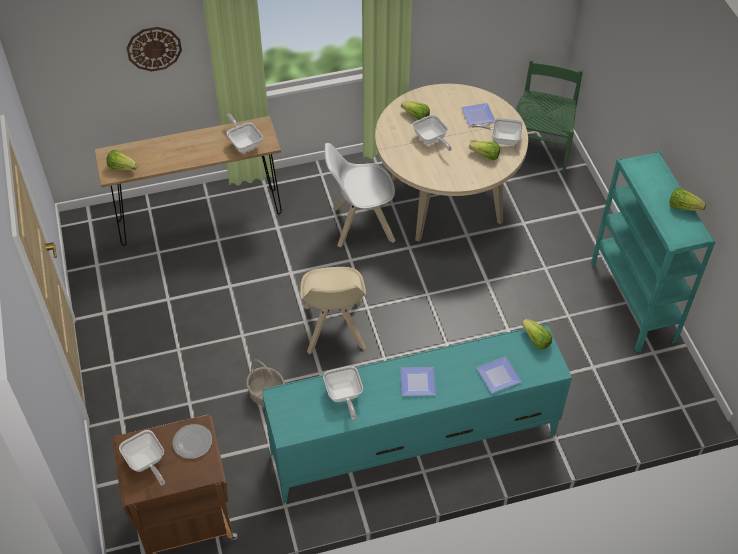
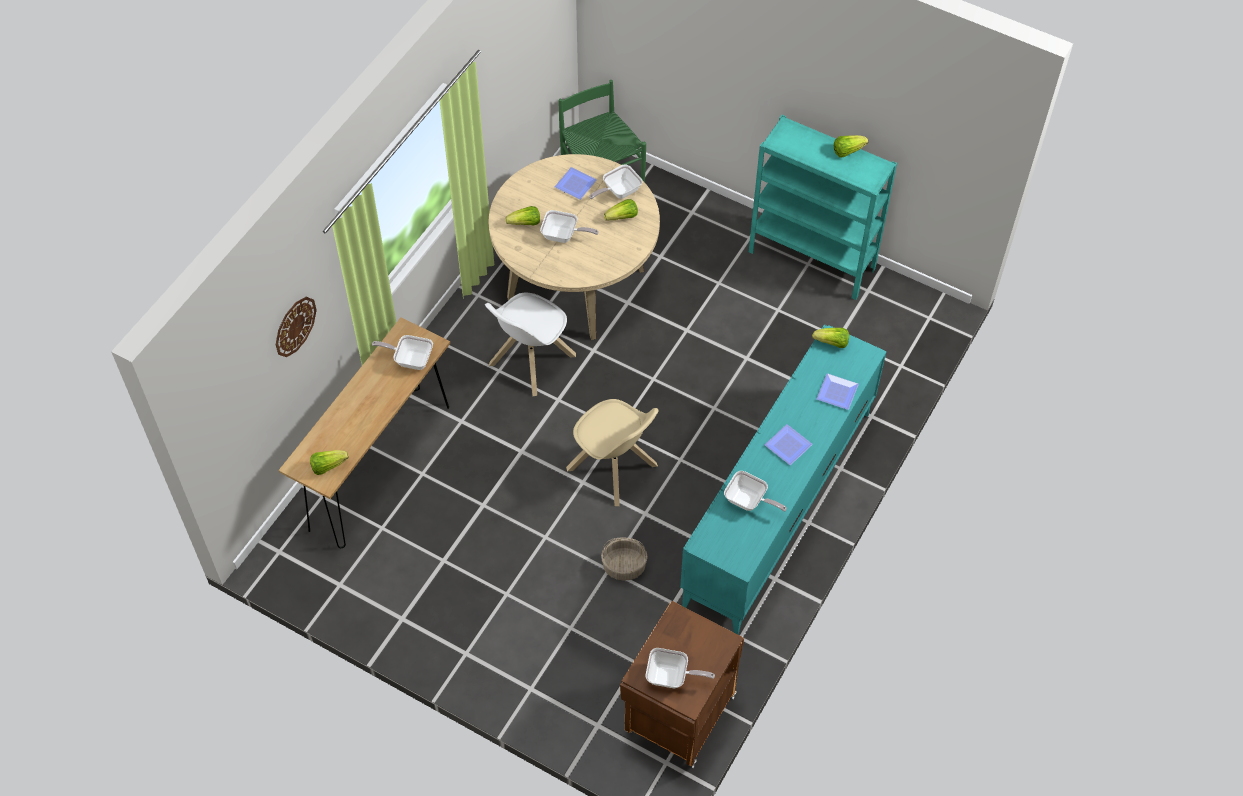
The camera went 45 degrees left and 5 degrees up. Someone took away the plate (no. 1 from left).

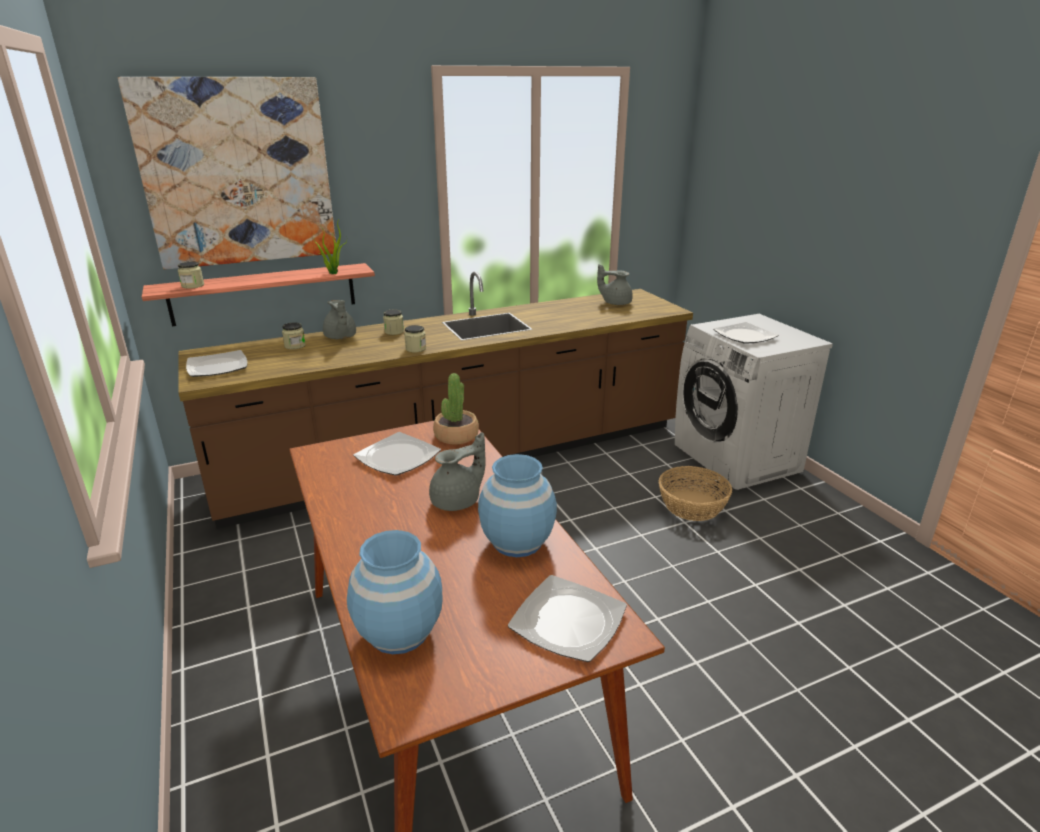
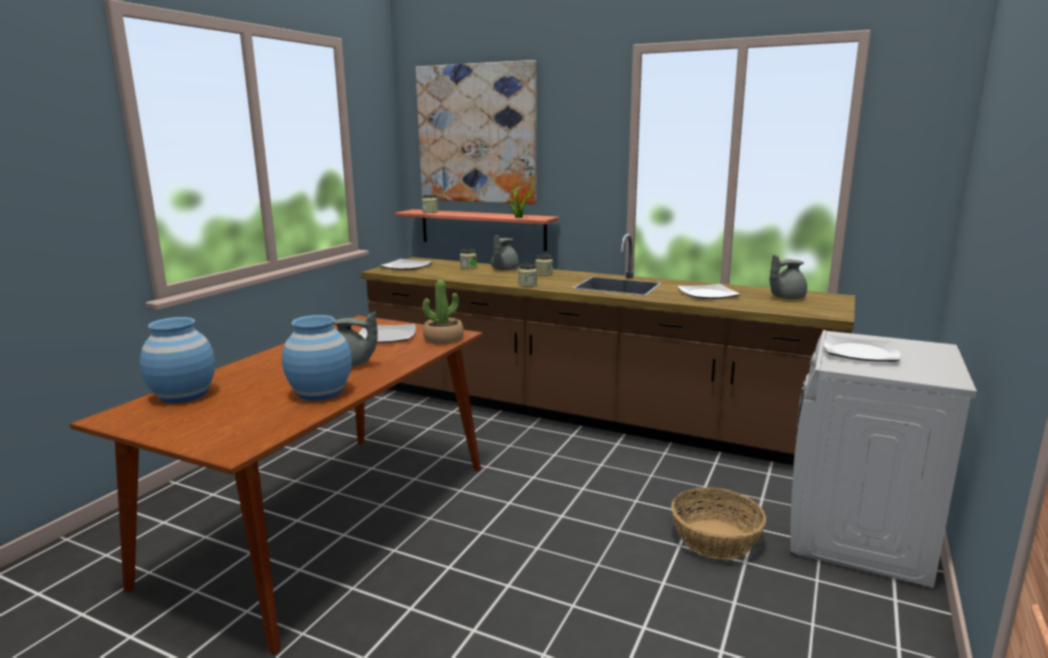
The camera went 50 degrees right and 10 degrees down. Someone carried the plate (no. 3 from left). Someone rotated the grey teapot (no. 3 from left) by 90 degrees counterclockwise.

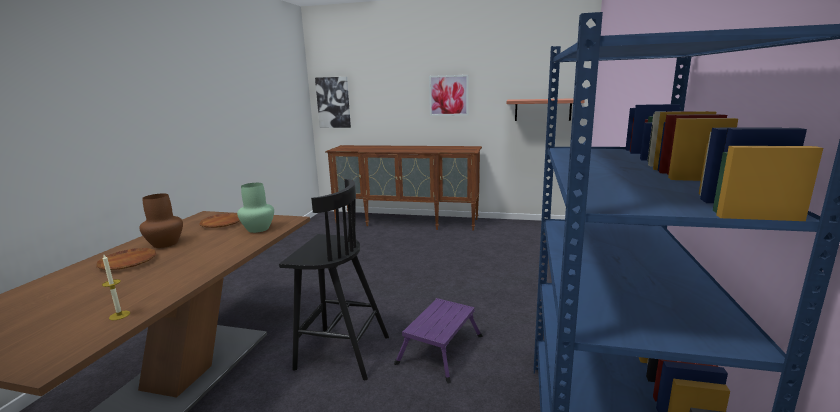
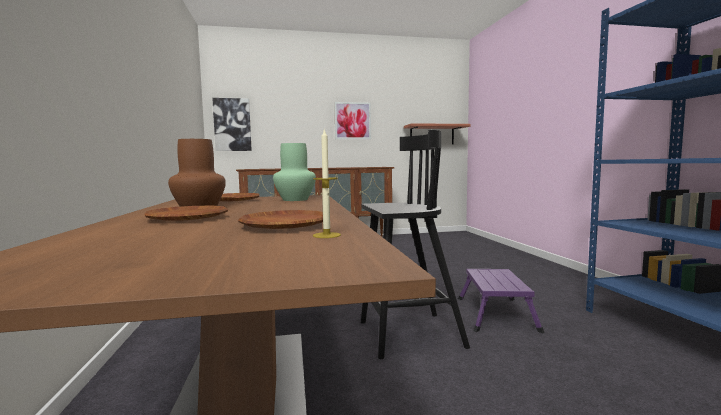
The camera went 25 degrees left and 10 degrees down. Someone put down the brown plate (no. 3 from left).

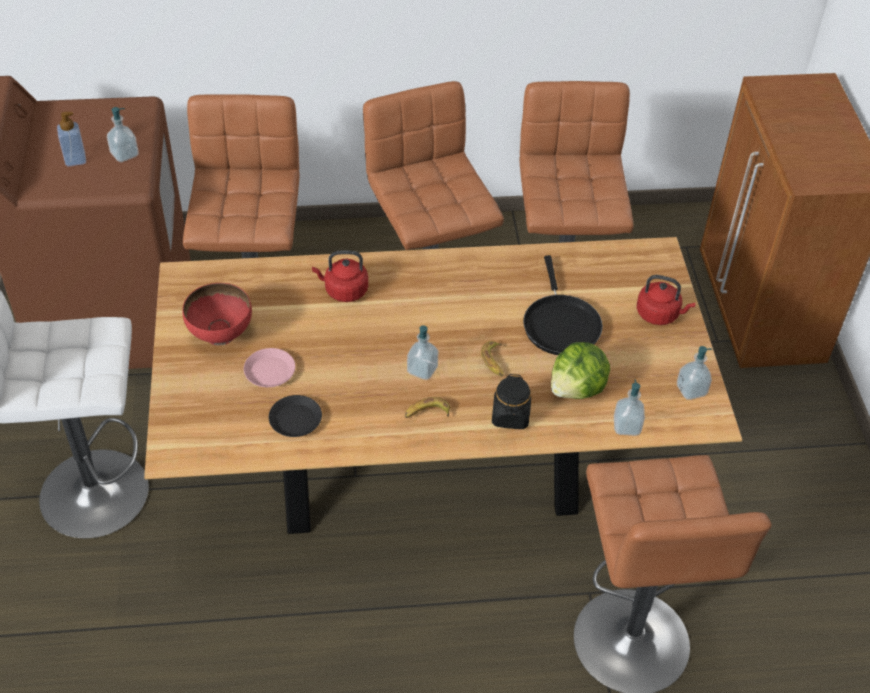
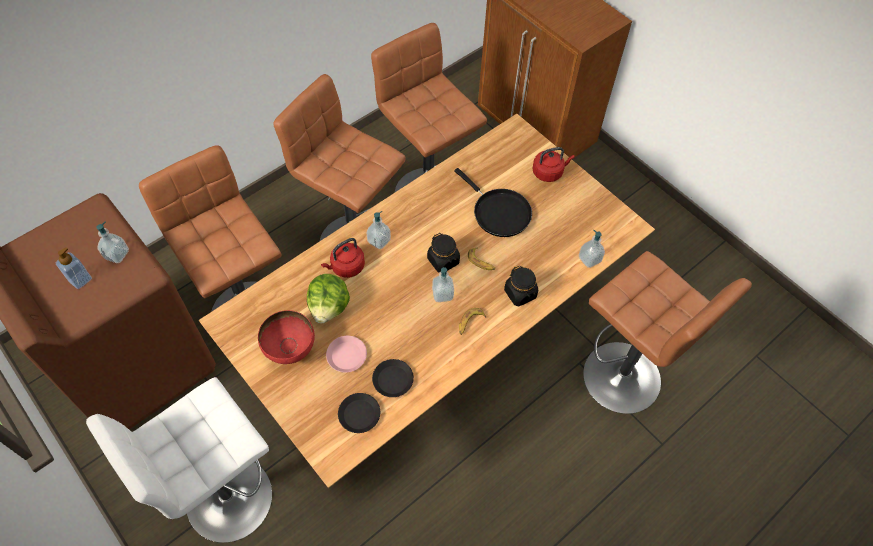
The camera went 35 degrees left and 10 degrees up. Someone put down the black plate (no. 1 from left). Someone put down the black jar (no. 1 from left). Someone carried the lettuce. Someone carried the soap dispenser (no. 5 from left in the first image).

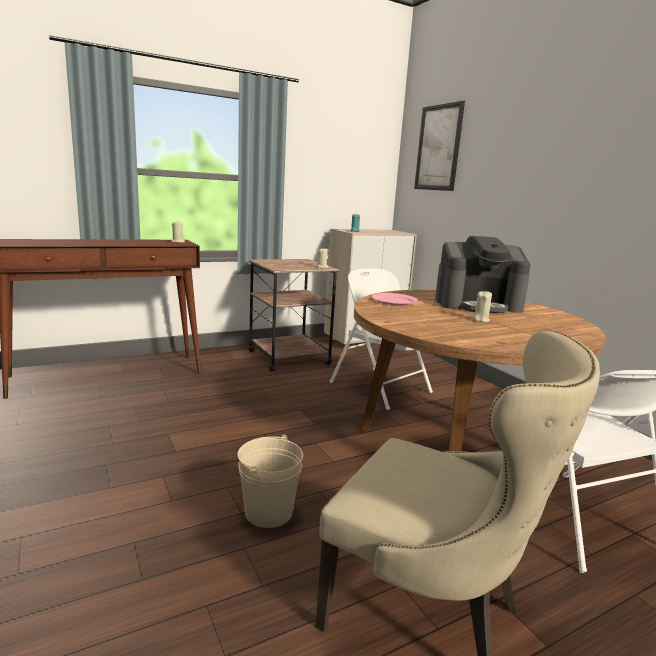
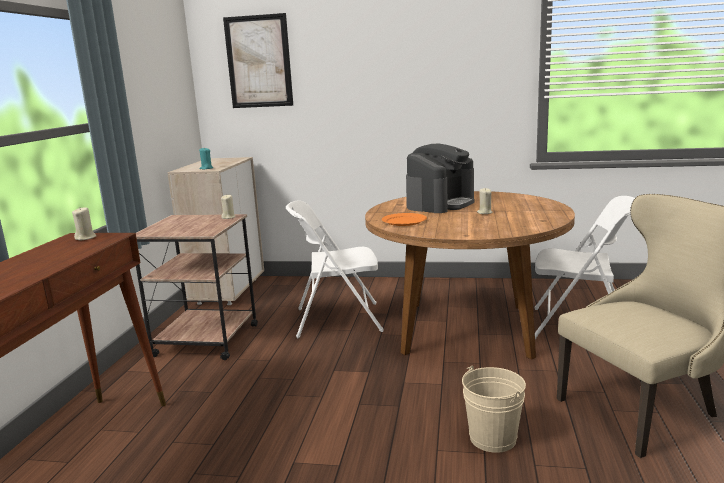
The camera went 50 degrees left and 0 degrees up. Someone repainted the pink plate, which became the orange plate.

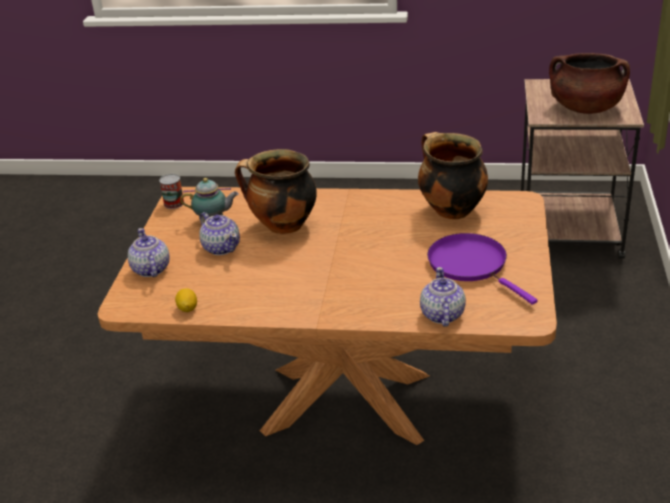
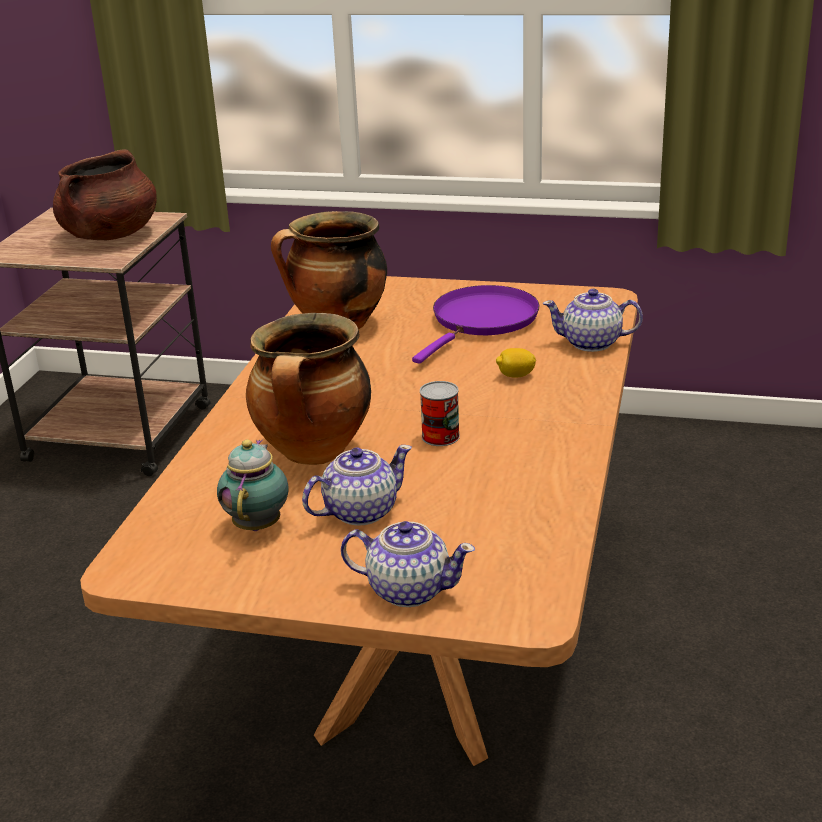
The camera went 85 degrees left and 5 degrees down. Someone carried the can. Someone carried the lemon. Someone rotated the teapot (no. 1 from left in the first image) by 150 degrees counterclockwise. Someone rotated the purple frying pan by 150 degrees clockwise.

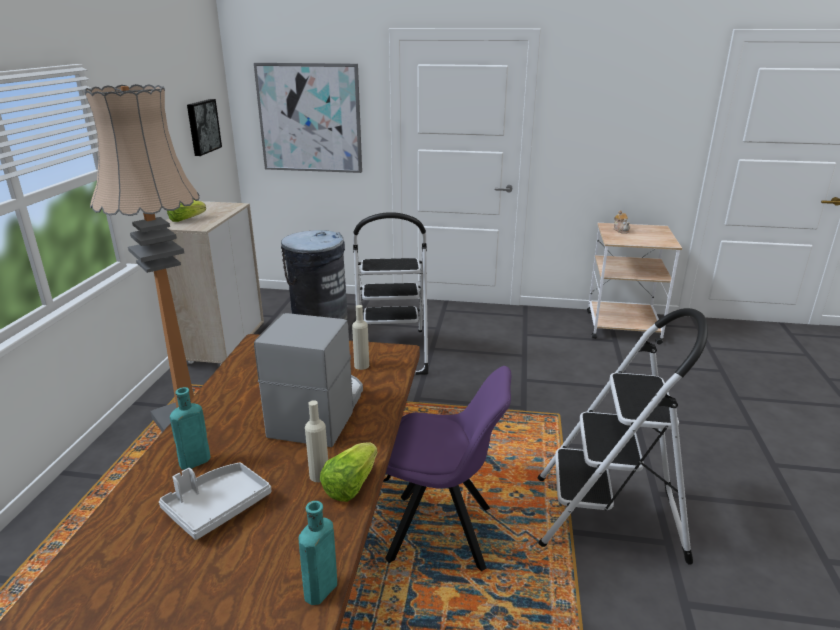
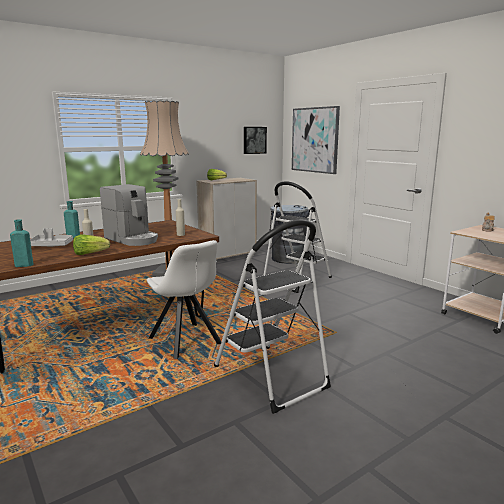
The camera went 45 degrees right and 10 degrees down. Someone repainted the purple chair, which became the white chair. Someone rotated the coffee machine by 75 degrees clockwise.

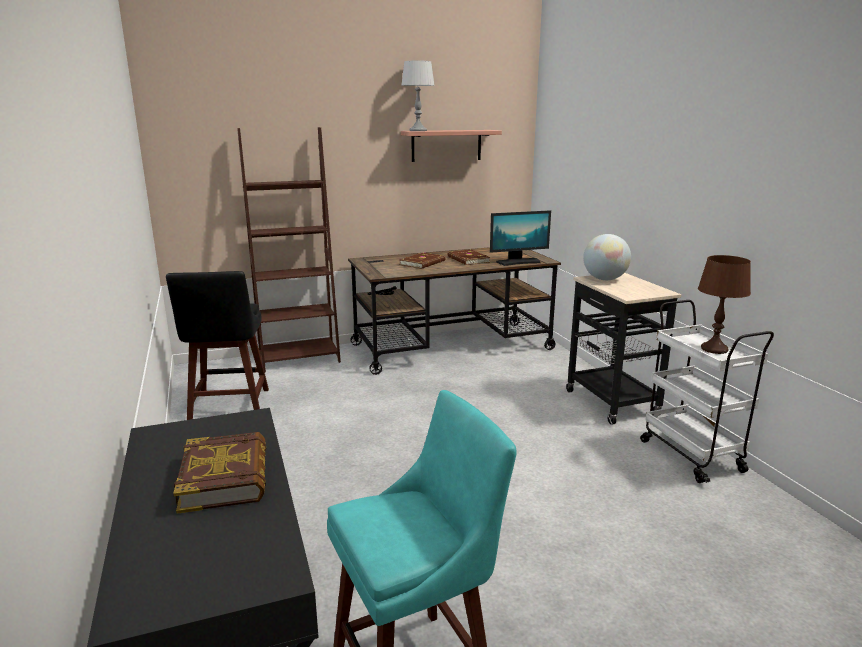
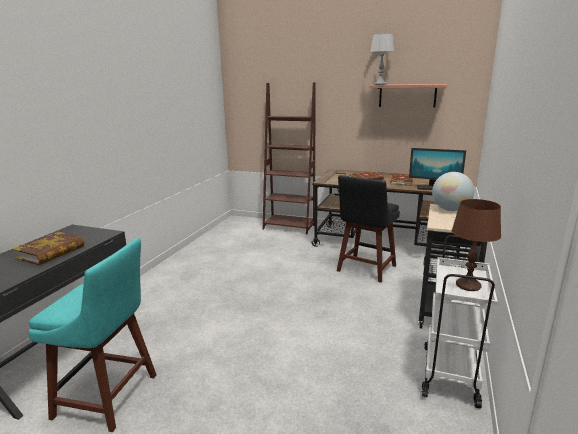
The camera went 40 degrees right and 0 degrees up. Someone carried the black chair.

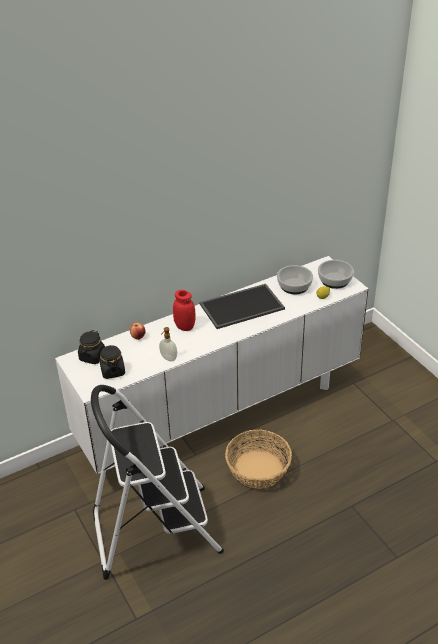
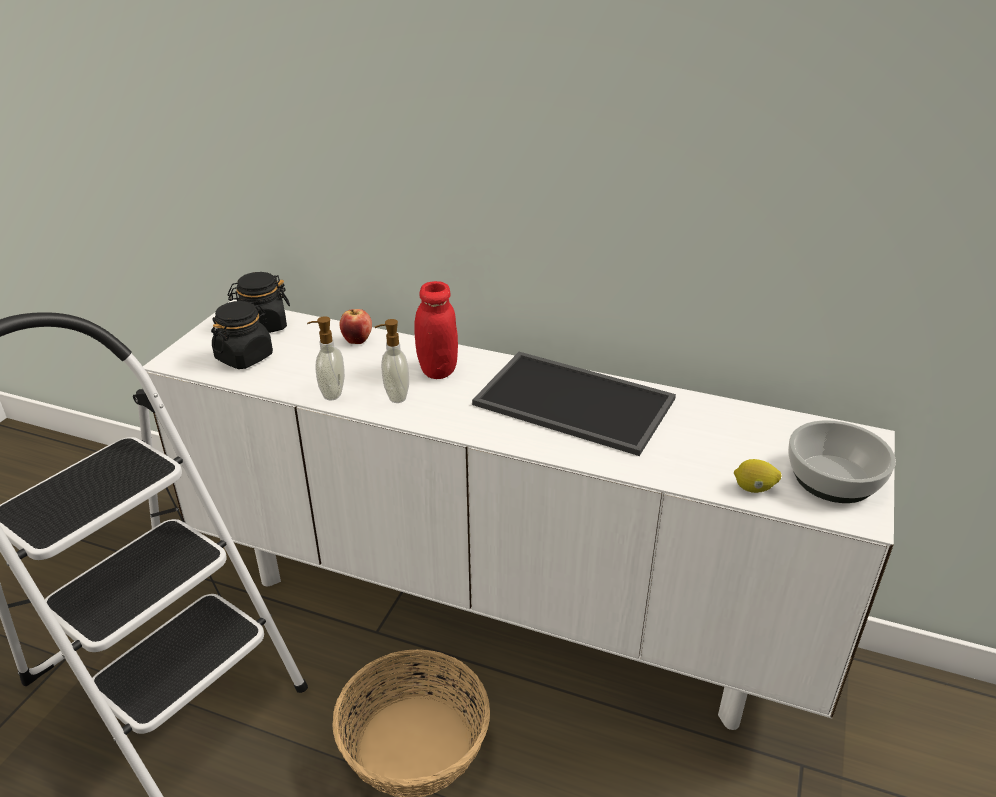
The camera went 50 degrees right and 5 degrees down. Someone took away the bowl (no. 1 from left). Someone put down the soap dispenser (no. 2 from left).

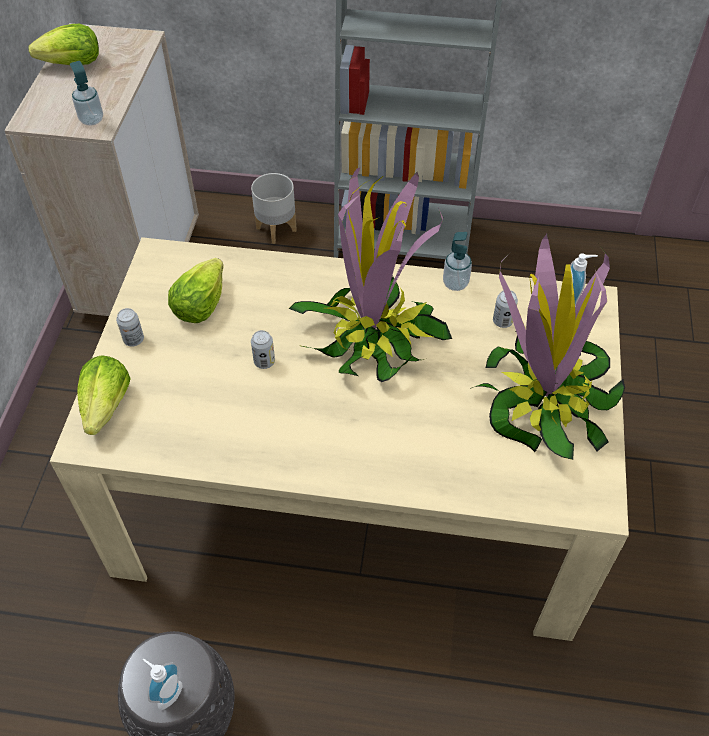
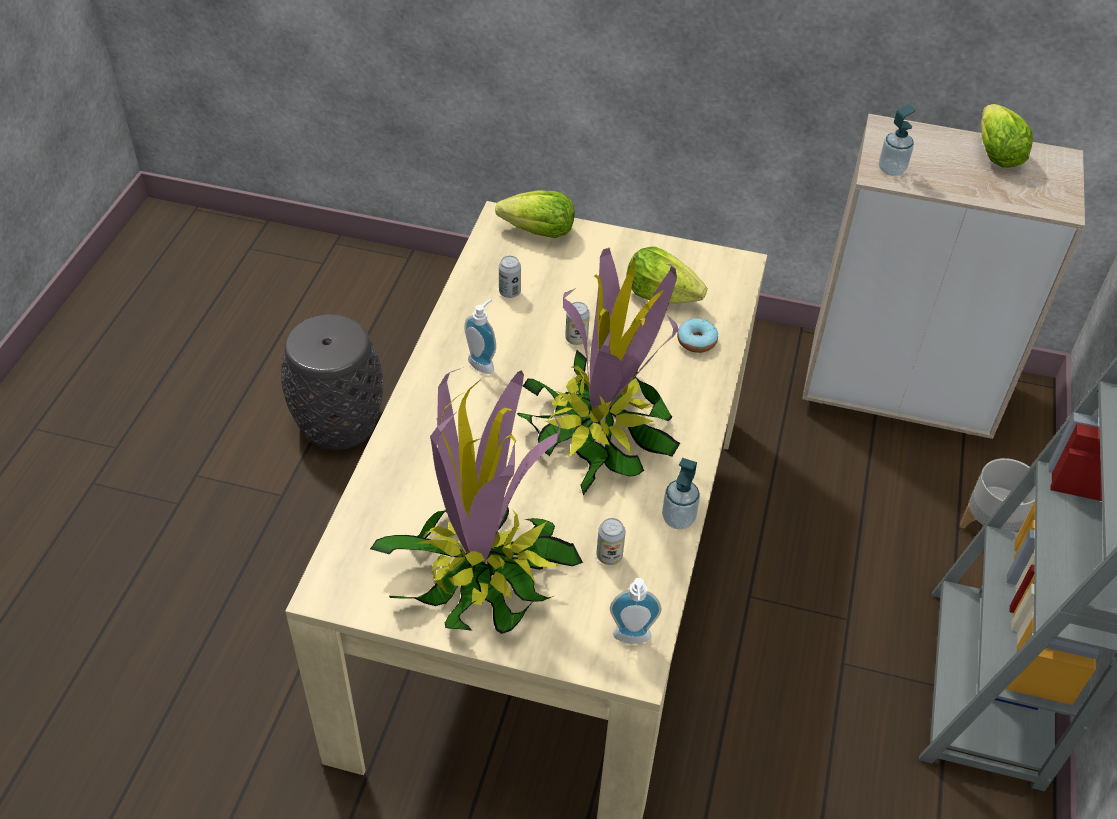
The camera went 95 degrees right and 5 degrees down. Someone put down the donut. Someone carried the can (no. 1 from left). Someone carried the soap dispenser (no. 2 from left in the first image).

